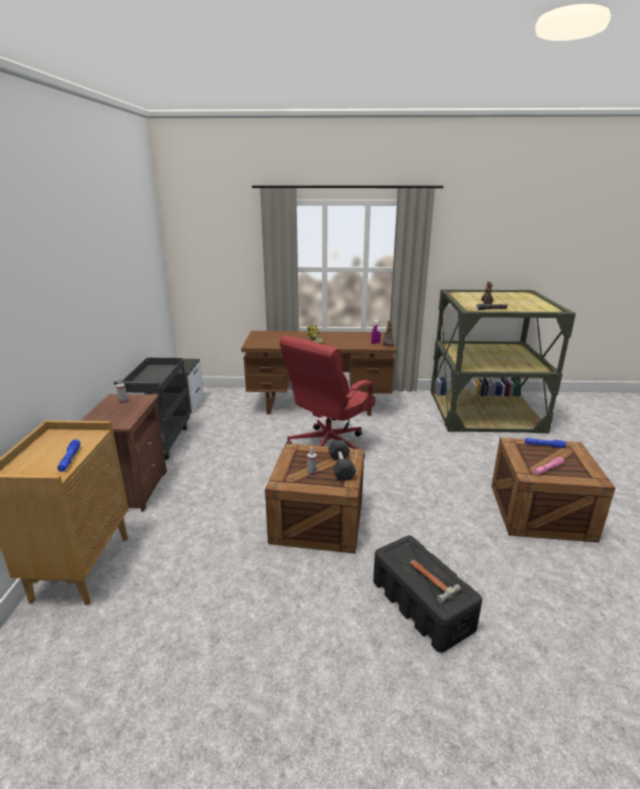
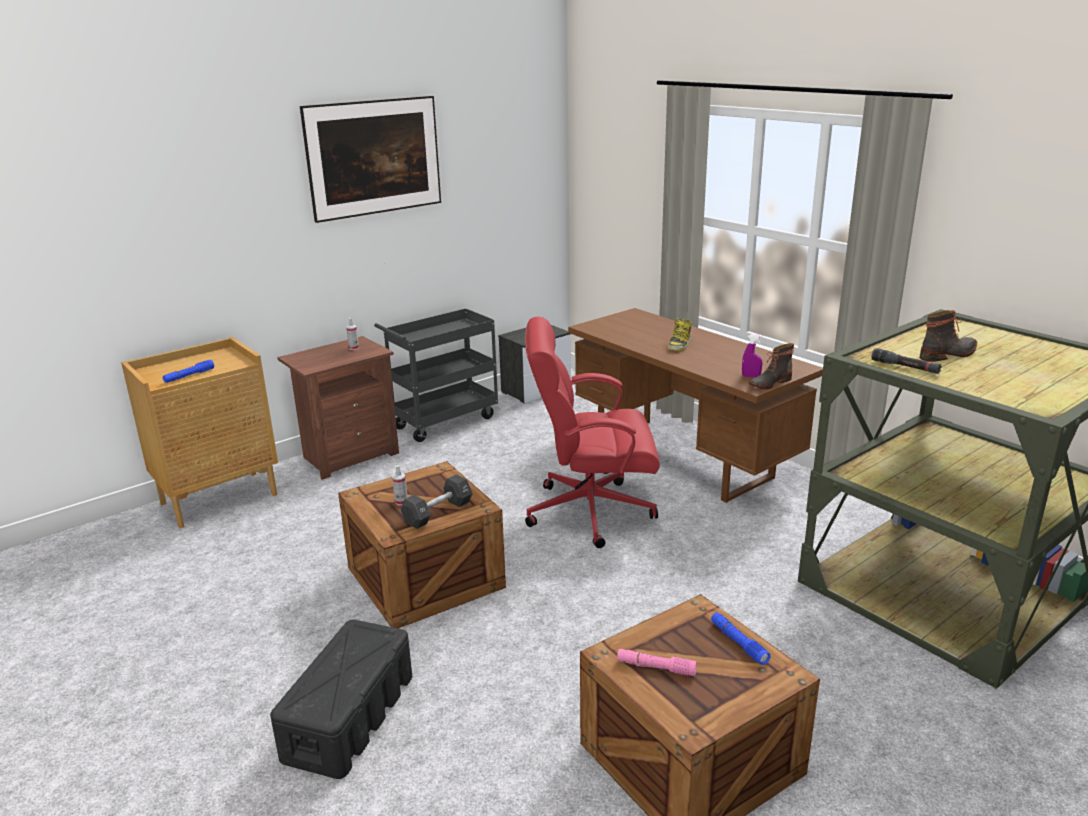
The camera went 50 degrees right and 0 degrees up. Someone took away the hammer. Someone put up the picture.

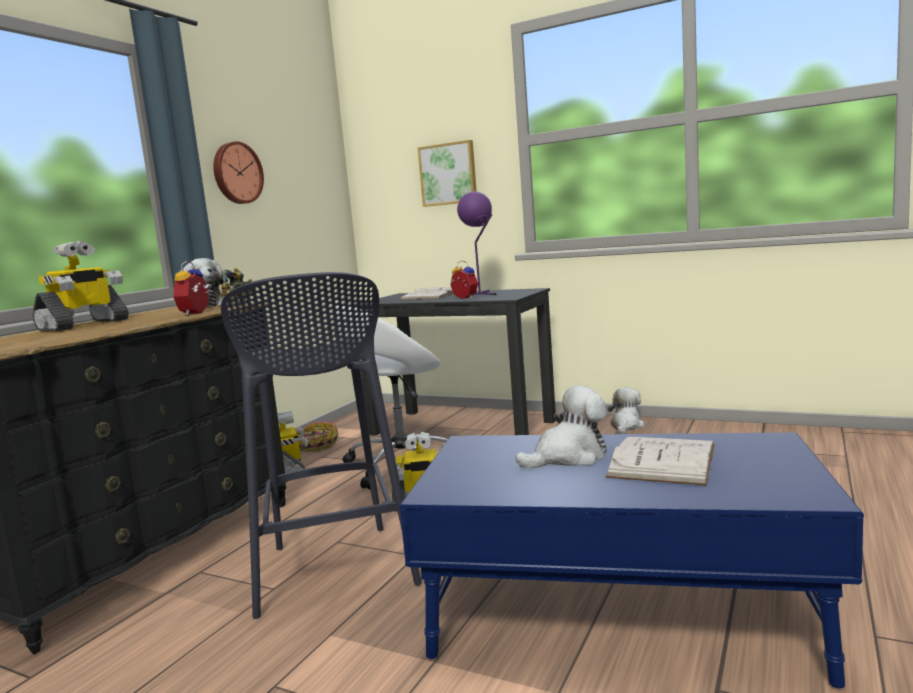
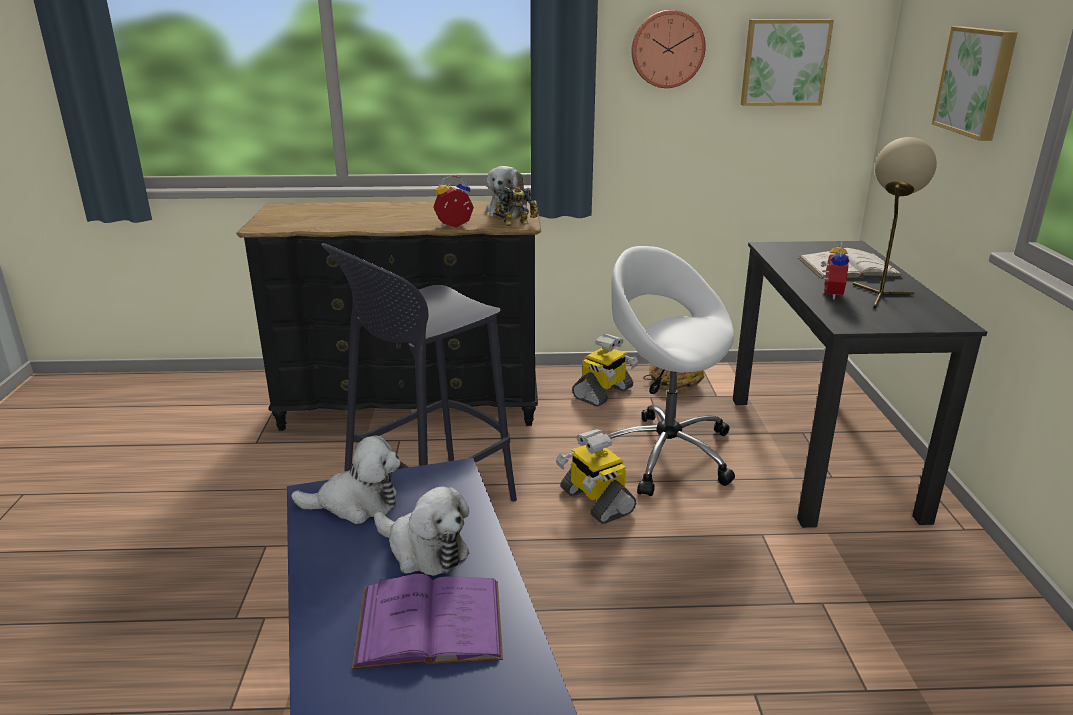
The camera went 60 degrees right and 15 degrees up. Someone took away the toy robot (no. 1 from left). Someone put up the picture (no. 1 from left). Someone carried the plush toy (no. 3 from left in the first image). Someone repainted the purple table lamp, which became the beige table lamp. Someone repainted the white book (no. 2 from left), which became the purple book.

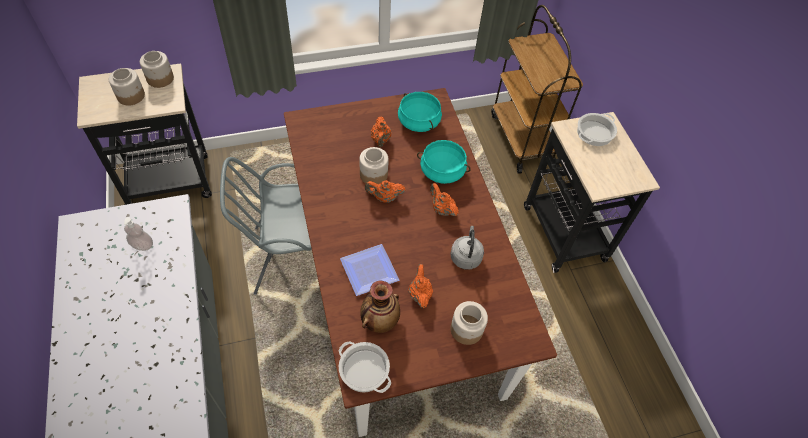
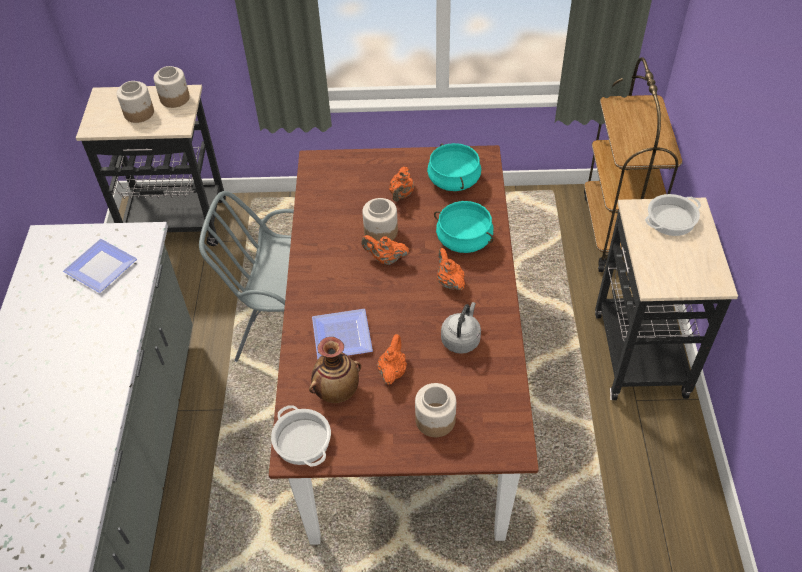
The camera went 20 degrees right and 5 degrees down. Someone swapped the soap dispenser for the plate (no. 1 from left).

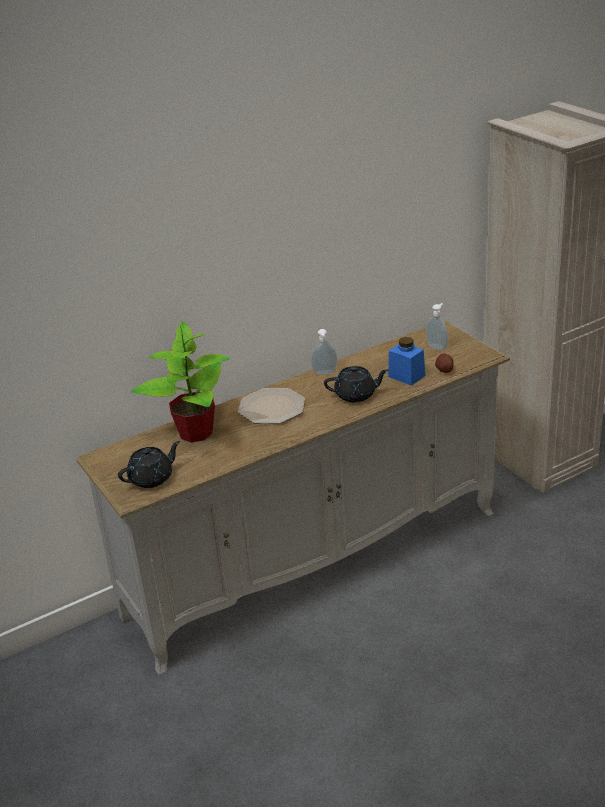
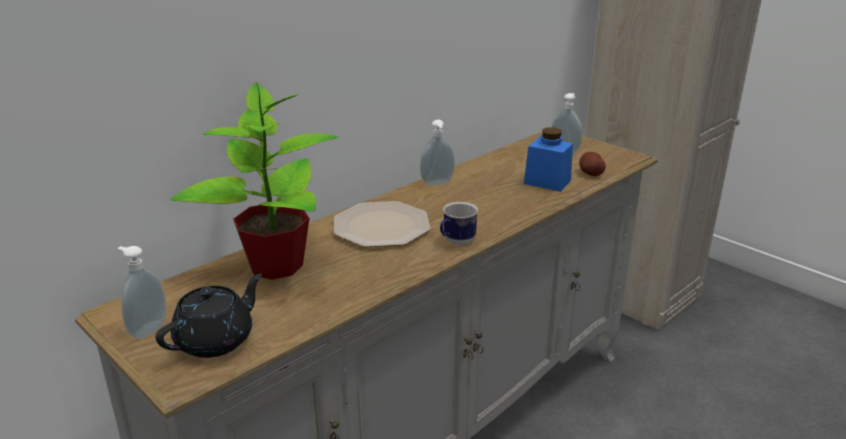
The camera went 15 degrees left and 5 degrees down. Someone took away the black teapot (no. 2 from left). Someone put down the soap dispenser (no. 1 from left). Someone put down the mug.

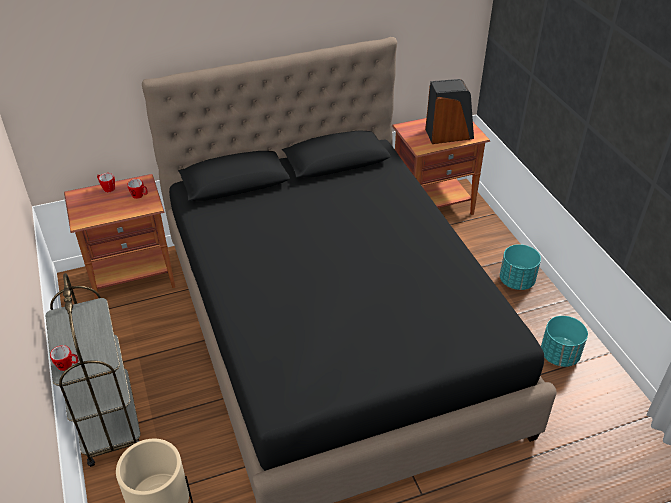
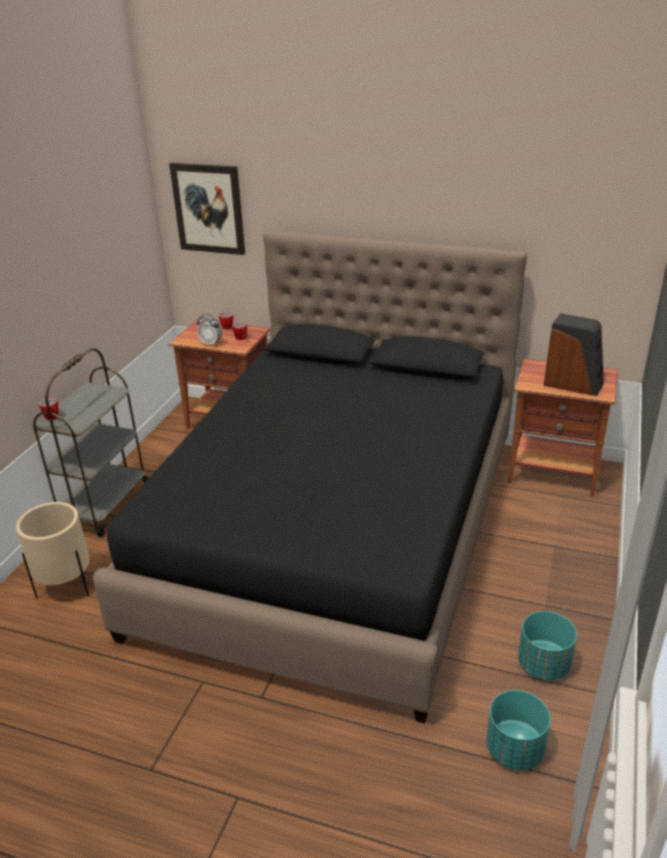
The camera went 40 degrees right and 10 degrees down. Someone put up the picture. Someone put down the alarm clock. Someone carried the turquoise planter (no. 1 from left).

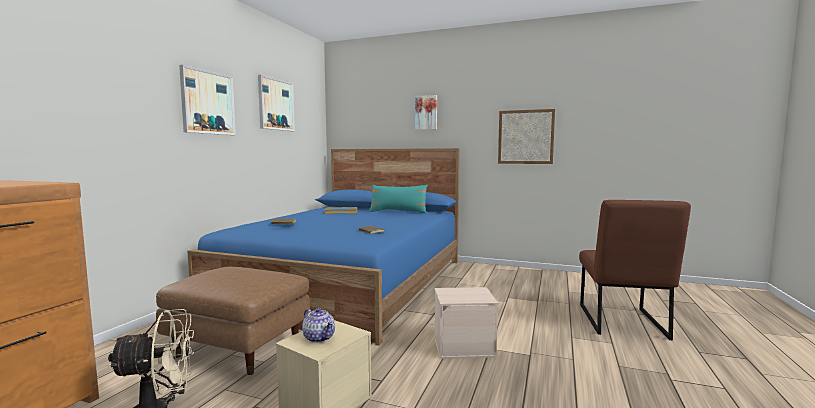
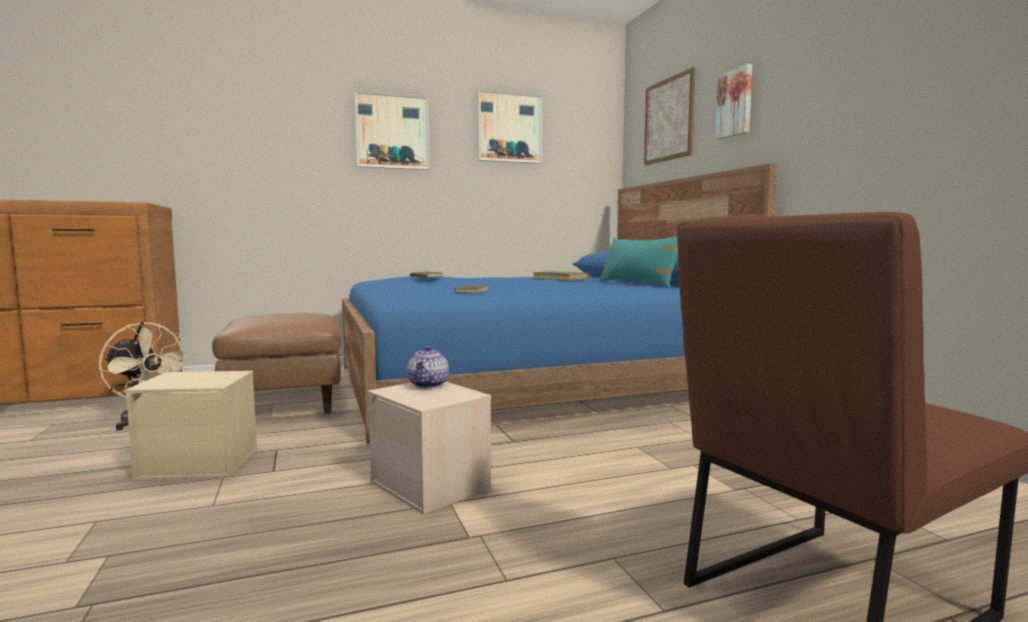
The camera went 50 degrees right and 0 degrees up. Someone carried the teapot. Someone carried the picture (no. 4 from left in the first image).

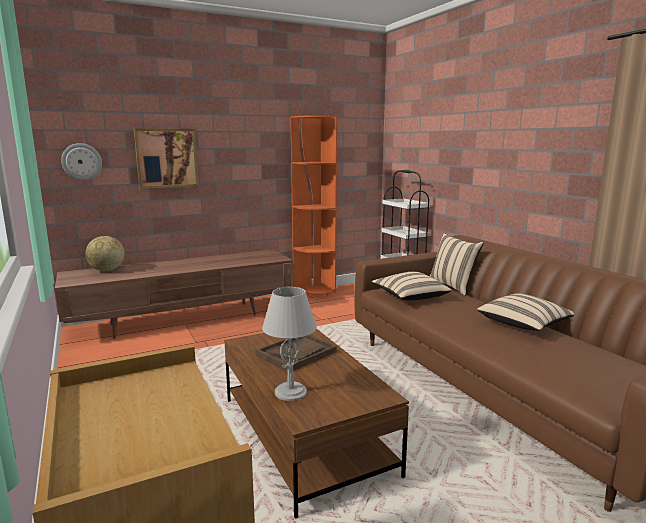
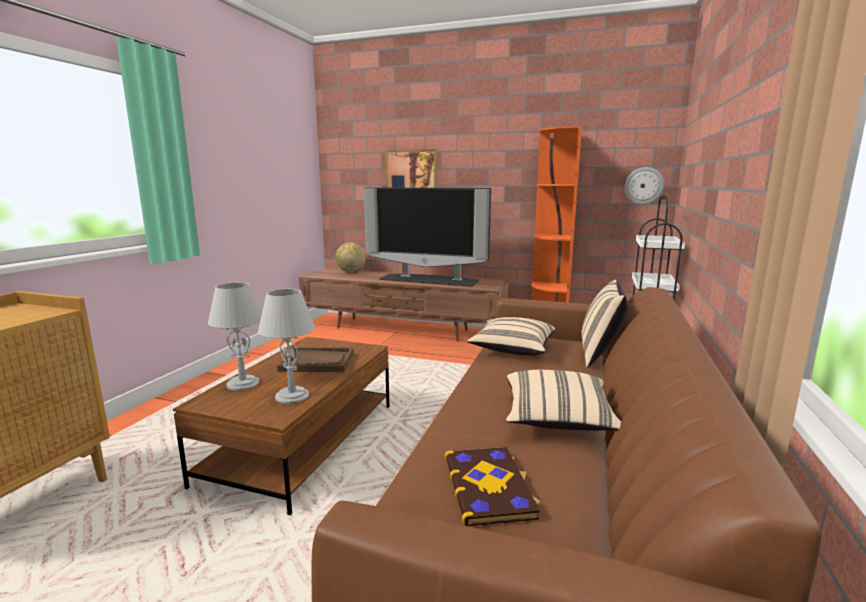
The camera went 45 degrees right and 0 degrees up. Someone put down the grey table lamp (no. 2 from left). Someone put down the television. Someone put down the book. Someone carried the wall clock.

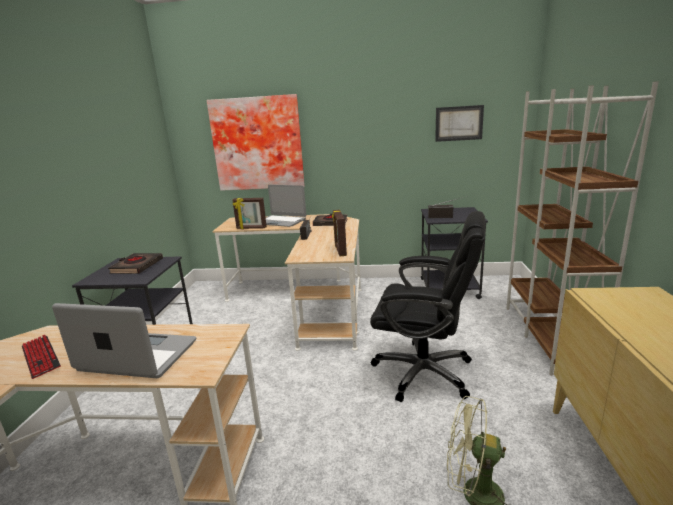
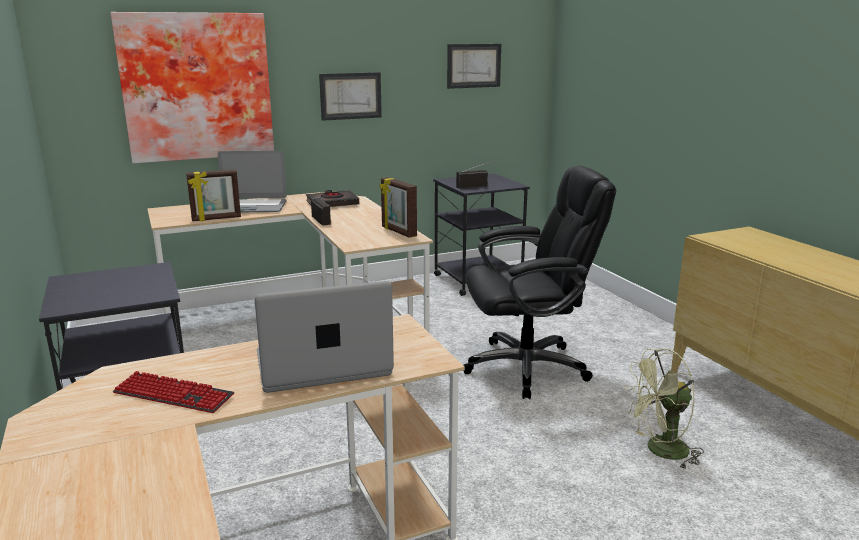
The camera went 30 degrees left and 0 degrees up. Someone took away the black book (no. 1 from left). Someone took away the brown bookcase. Someone put up the picture (no. 2 from left).

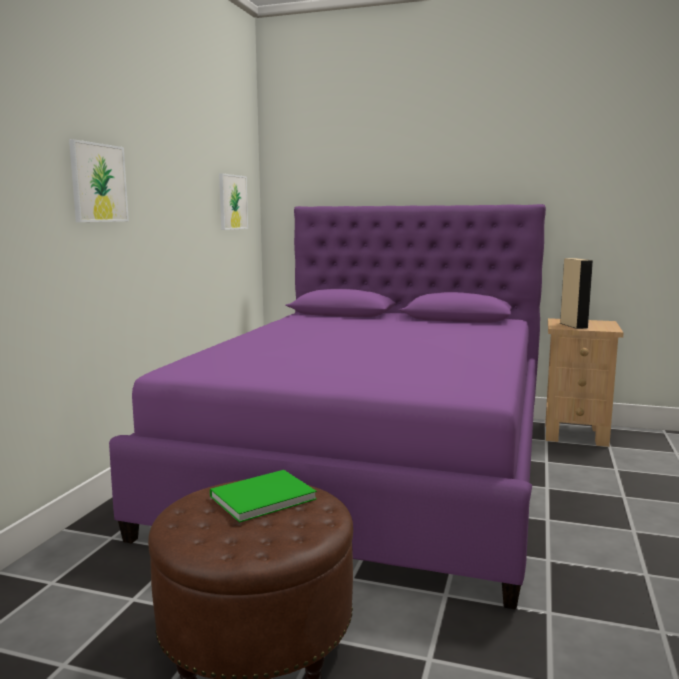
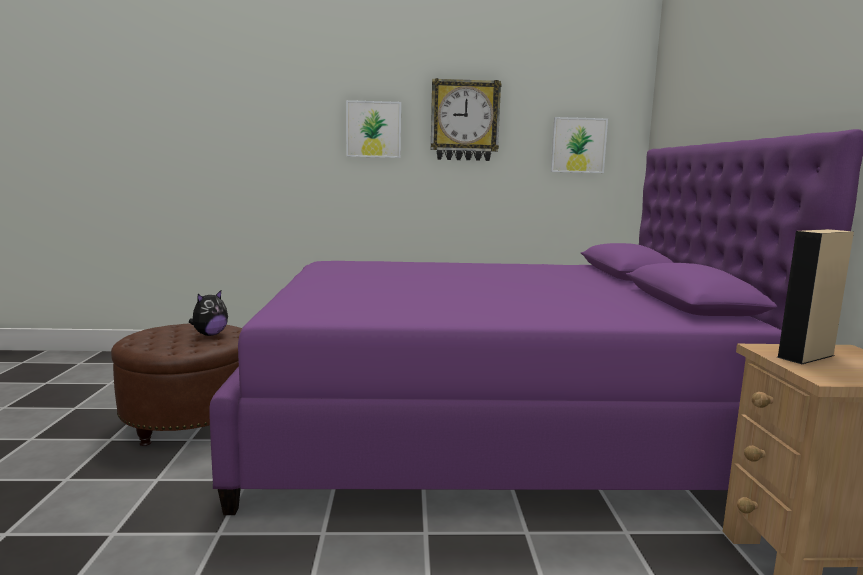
The camera went 70 degrees right and 0 degrees up. Someone put up the wall clock. Someone swapped the green book for the plush toy.

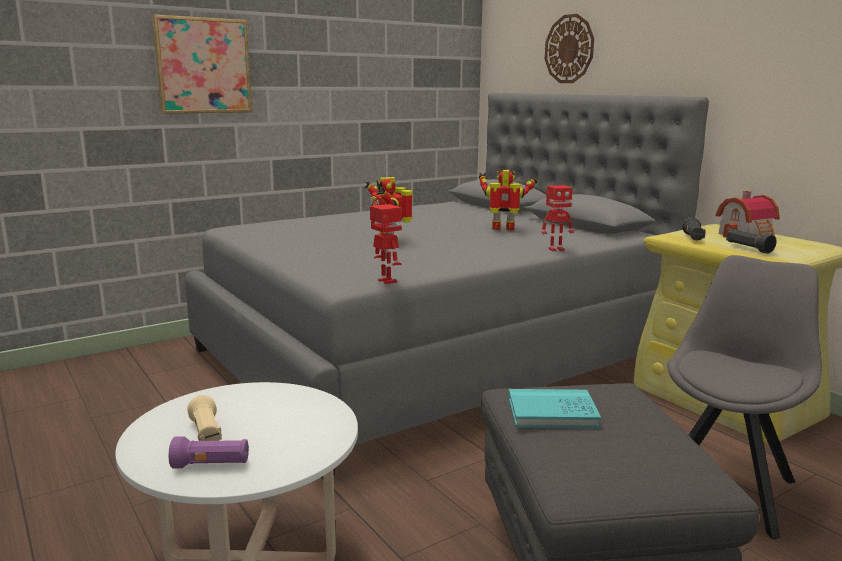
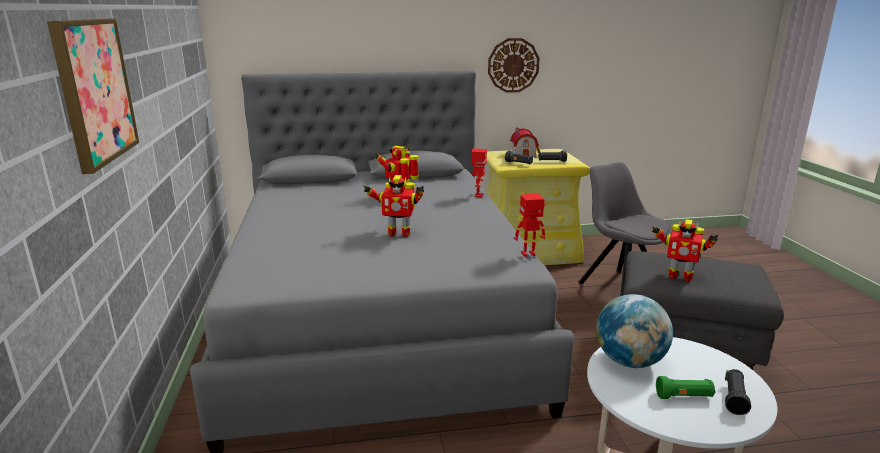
The camera went 65 degrees left and 5 degrees up. Someone put down the globe. Someone carried the wall clock. Someone swapped the turquoise book for the toy robot (no. 5 from left). Someone repainted the purple flashlight, which became the black flashlight (no. 3 from left). Someone repainted the beige flashlight, which became the green flashlight.

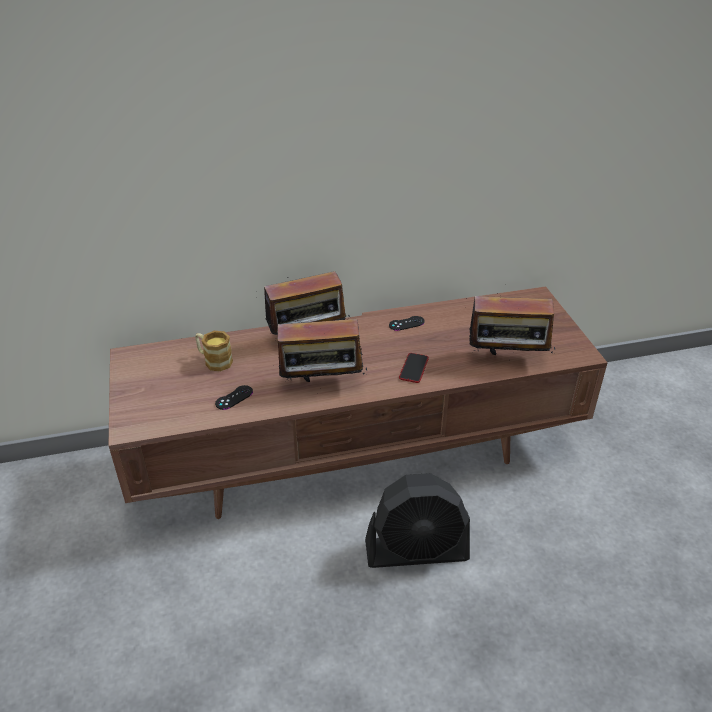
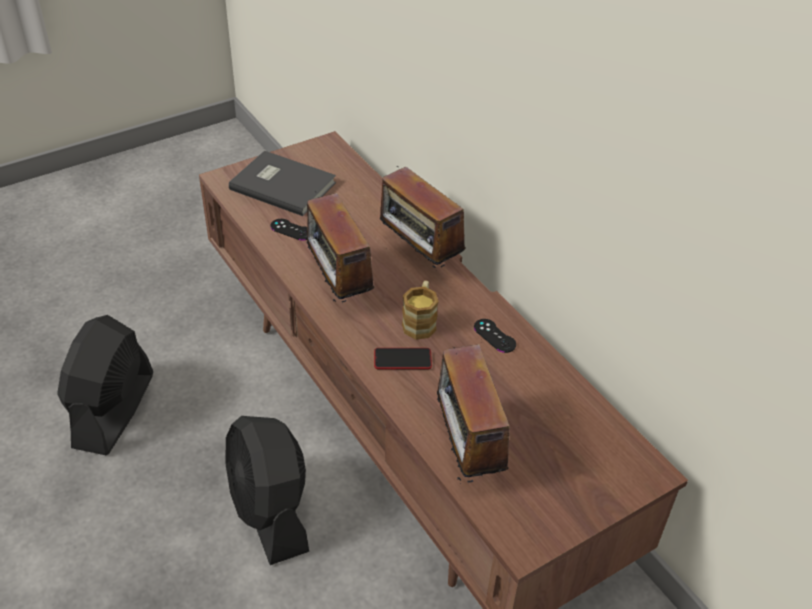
The camera went 70 degrees right and 5 degrees up. Someone put down the black fan (no. 1 from left). Someone put down the grey book. Someone carried the mug.

